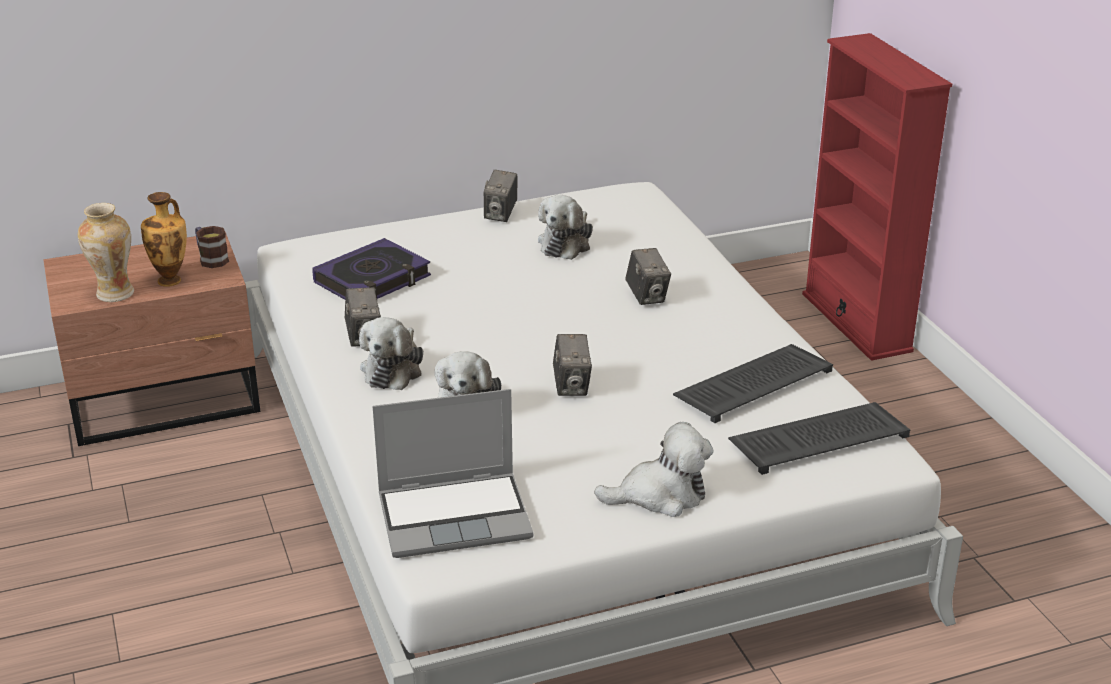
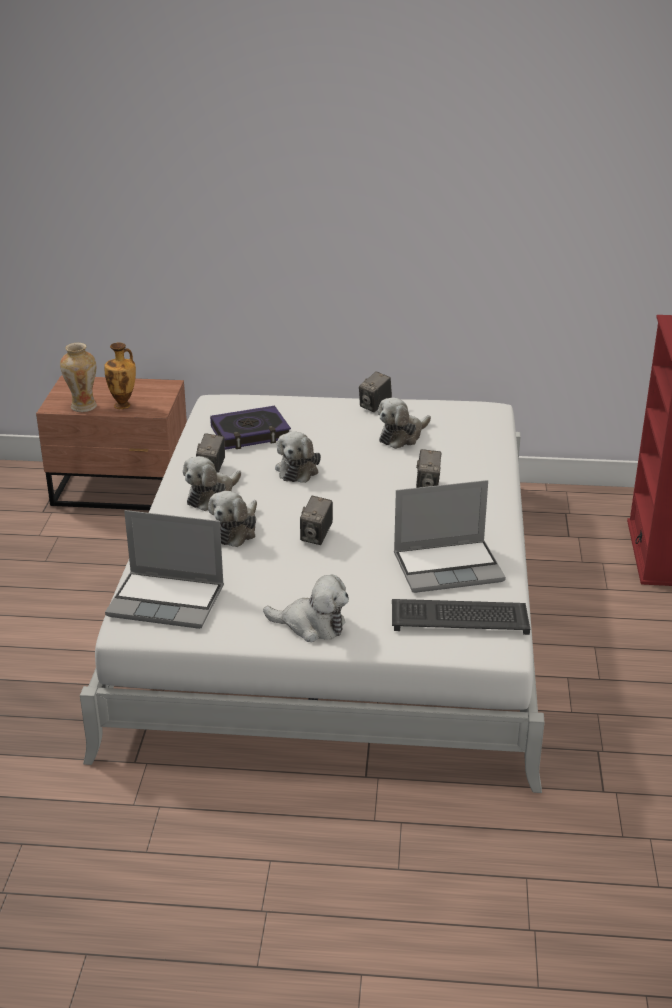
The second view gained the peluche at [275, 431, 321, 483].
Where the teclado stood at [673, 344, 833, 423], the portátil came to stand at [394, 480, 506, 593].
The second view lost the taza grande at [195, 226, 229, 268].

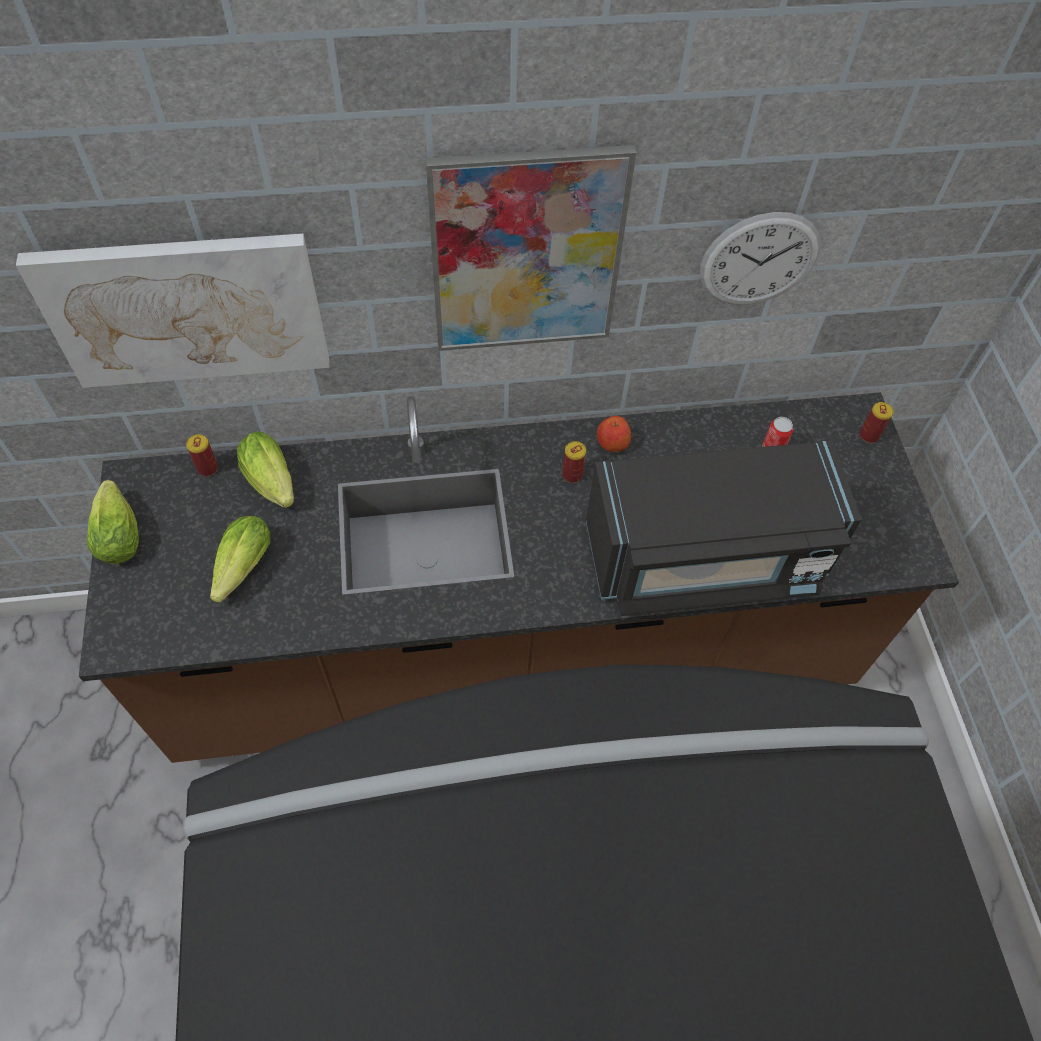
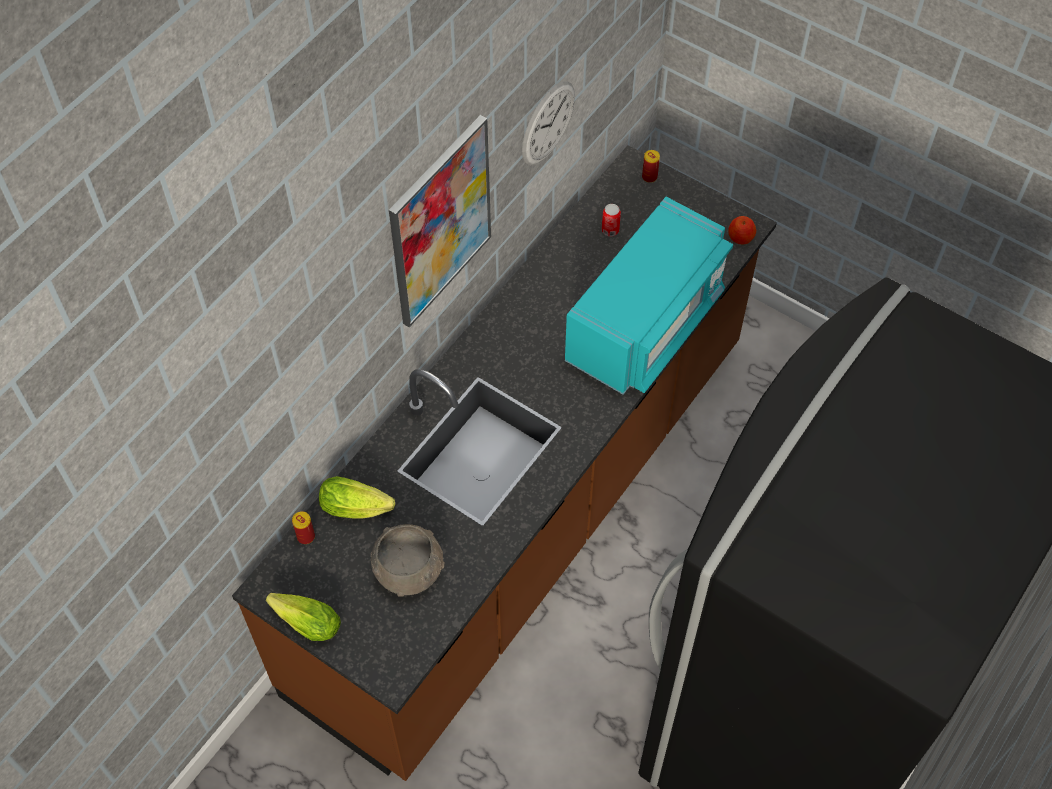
Where the lechuga stood at [210, 516, 270, 603], the cuenco (gris) came to stand at [371, 524, 445, 597].
What was the microondas (negro) at [586, 440, 861, 616] turned into the microondas (turquesa) at [565, 197, 733, 395].
The manzana ended up elsewhere, having gone from [597, 416, 631, 452] to [728, 216, 756, 245].
The second view lost the cuadro at [16, 234, 329, 388].
The second view lost the lata at [562, 441, 586, 483].

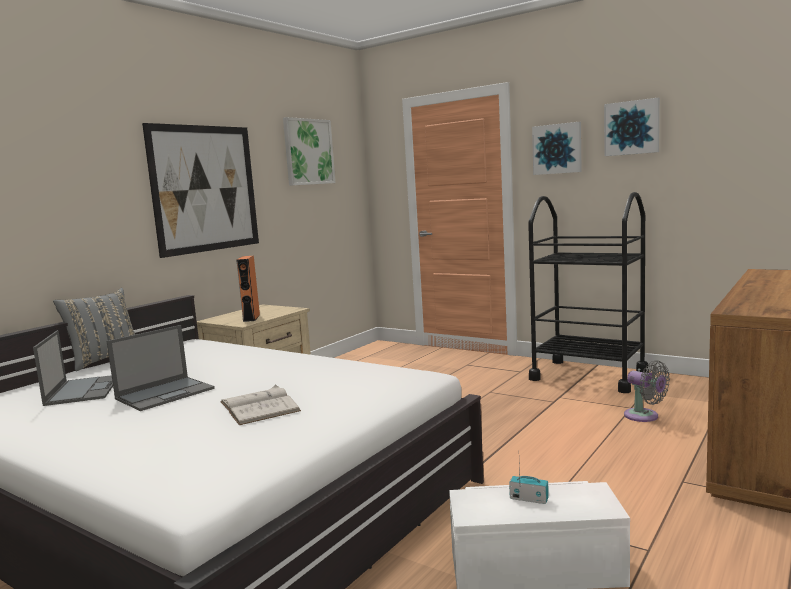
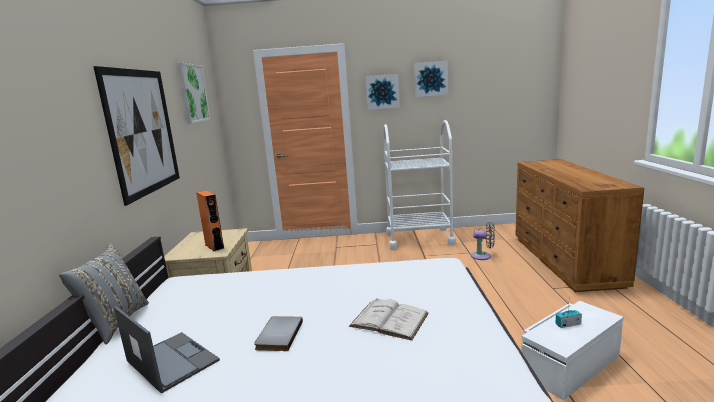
Where the portátil stood at [107, 325, 215, 411], the libro (gris) came to stand at [254, 316, 303, 351].
What was the carrito (negro) at [528, 192, 649, 393] turned into the carrito (blanco) at [383, 120, 456, 249].

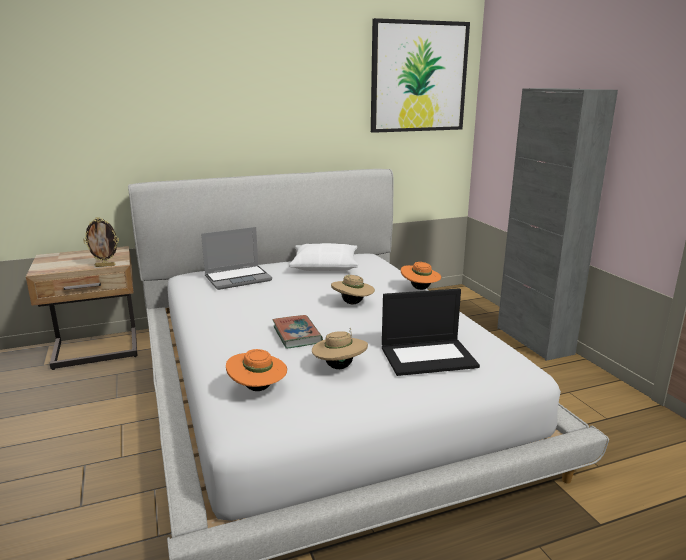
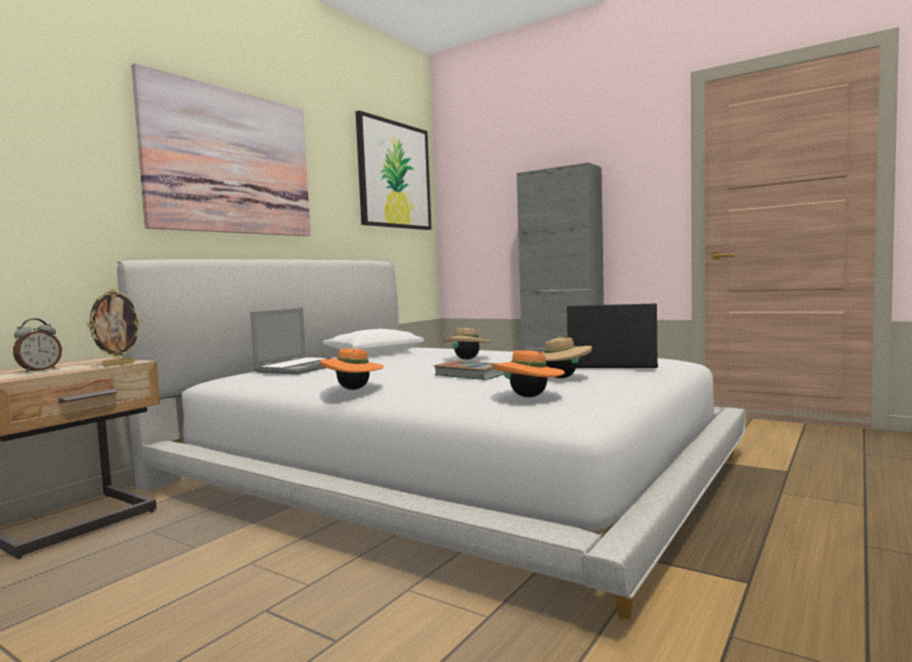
The second view gained the despertador at [13, 318, 62, 373].
The second view gained the cuadro at [131, 63, 311, 236].
The sombrero (naranja) ended up elsewhere, having gone from [401, 262, 441, 290] to [320, 348, 384, 390].
The portátil at [382, 288, 480, 376] ended up facing another way, 120 degrees counterclockwise from before.

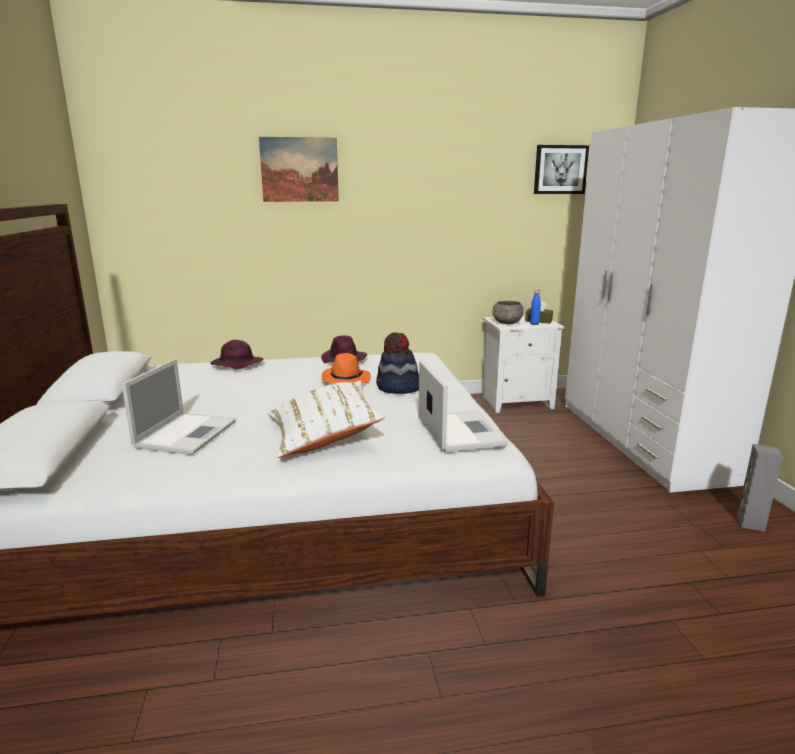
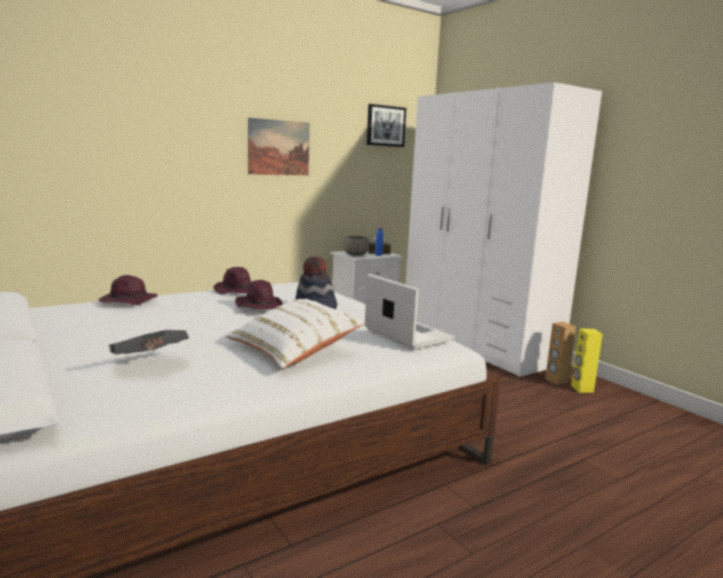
Where the portátil stood at [122, 359, 236, 455], the periódico came to stand at [108, 330, 189, 355].
What was the sombrero (naranja) at [322, 353, 371, 384] turned into the sombrero (morado) at [235, 280, 283, 309].
The cuadro ended up elsewhere, having gone from [259, 137, 339, 202] to [248, 118, 310, 176].
The second view gained the altavoz (marrón) at [545, 322, 576, 385].
What was the altavoz (gris) at [737, 444, 783, 532] turned into the altavoz (amarillo) at [571, 328, 603, 393].

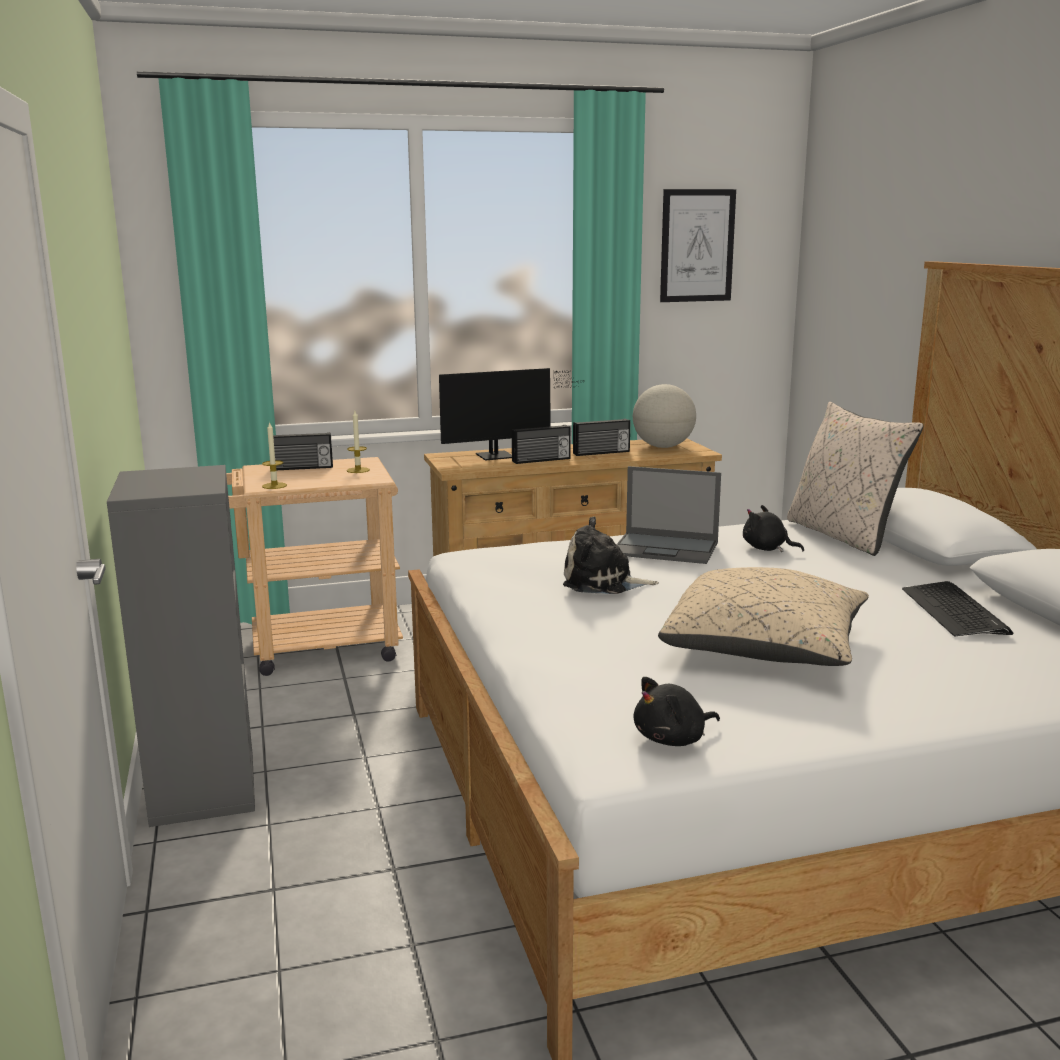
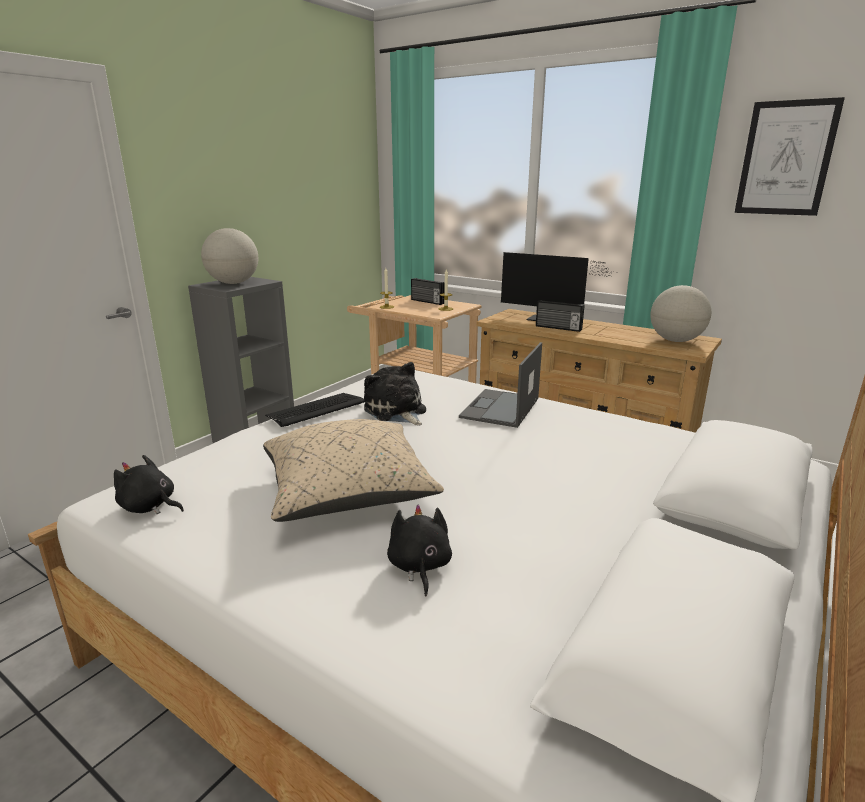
The second view gained the globo terráqueo at [201, 228, 258, 284].
The teclado ended up elsewhere, having gone from [902, 581, 1013, 636] to [265, 393, 365, 427].
The peluche (negro) ended up elsewhere, having gone from [743, 505, 804, 552] to [387, 504, 452, 596].
The portátil at [617, 466, 721, 564] ended up facing another way, 45 degrees clockwise from before.
The second view lost the radio at [573, 419, 630, 456].
The second view lost the cojín (beis) at [787, 402, 923, 556].

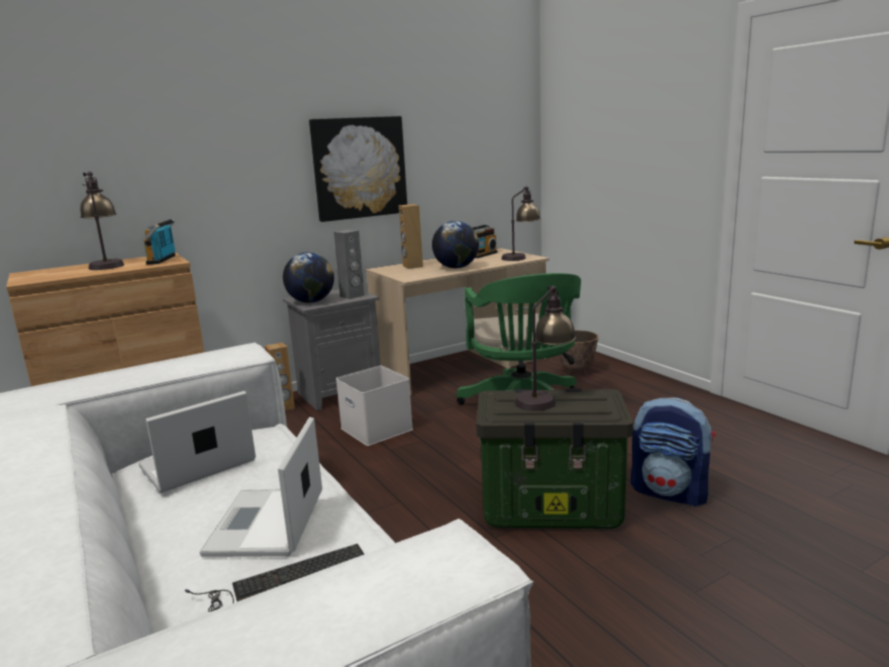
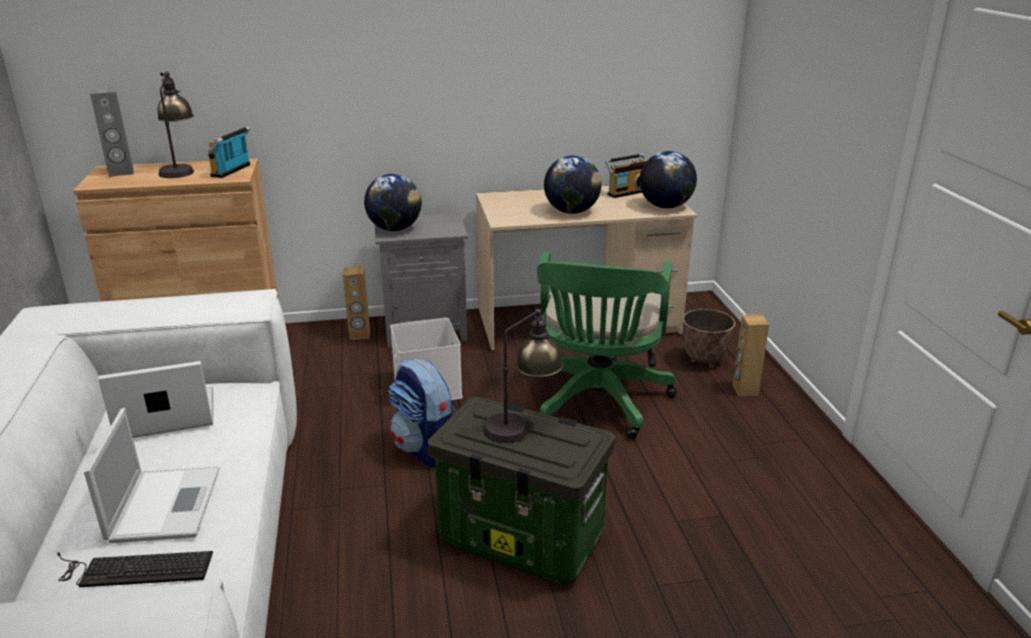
The portátil at [199, 417, 322, 557] ended up facing another way, 150 degrees clockwise from before.
The altavoz (gris) ended up elsewhere, having gone from [334, 230, 364, 299] to [90, 88, 134, 177].
The mochila ended up elsewhere, having gone from [631, 397, 716, 507] to [388, 359, 458, 468].
Where the lámpara de mesa stood at [501, 186, 541, 261], the globo terráqueo came to stand at [639, 151, 697, 208].
The altavoz (marrón) ended up elsewhere, having gone from [399, 204, 423, 269] to [732, 314, 769, 396].
The second view lost the cuadro at [309, 116, 407, 222].

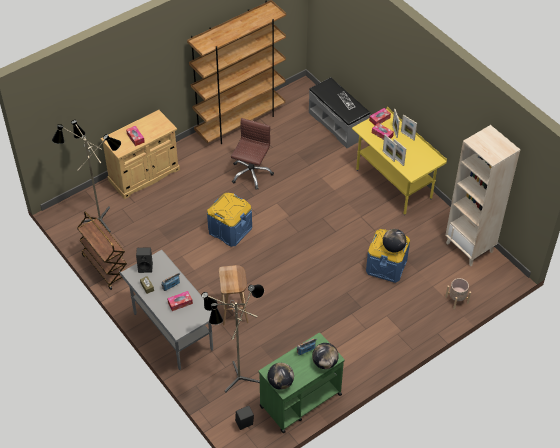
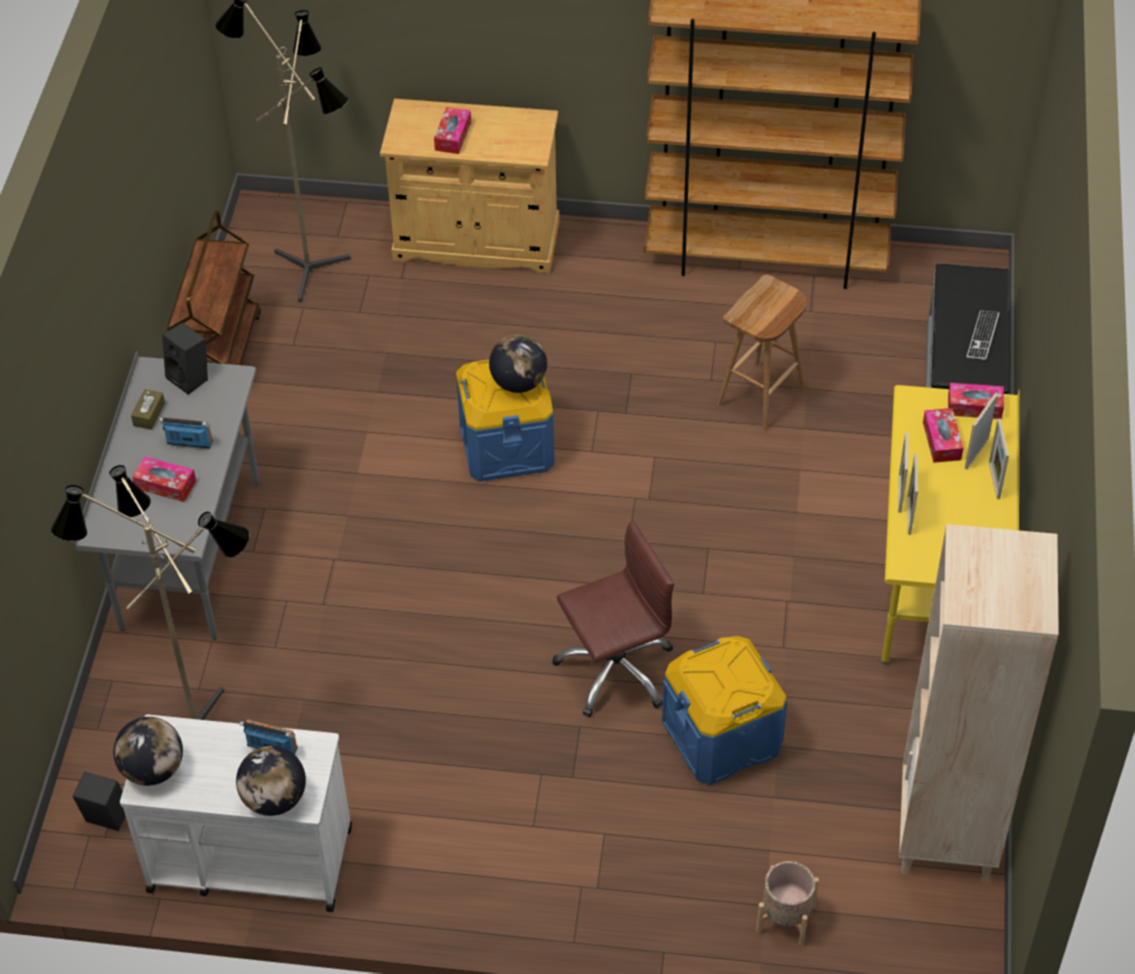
What was the carrito (verde) at [259, 333, 345, 433] turned into the carrito (blanco) at [120, 714, 352, 912].
The globo terráqueo ended up elsewhere, having gone from [383, 229, 406, 253] to [489, 334, 547, 393].
The silla de oficina (marrón) ended up elsewhere, having gone from [231, 118, 274, 189] to [552, 520, 674, 717].
The taburete (marrón) ended up elsewhere, having gone from [219, 265, 249, 326] to [717, 274, 807, 431].

